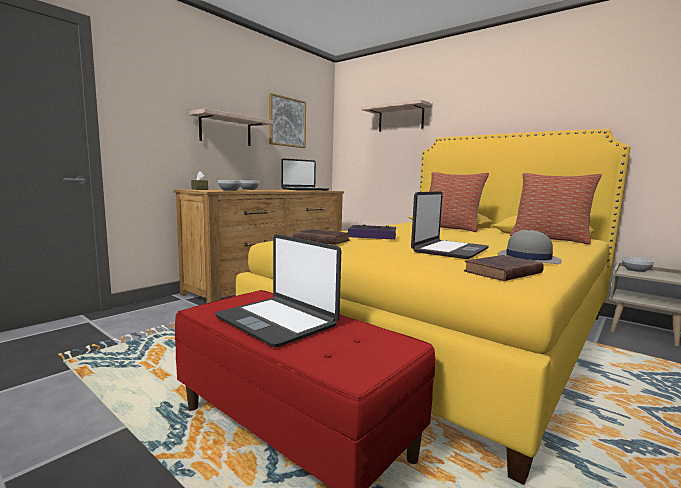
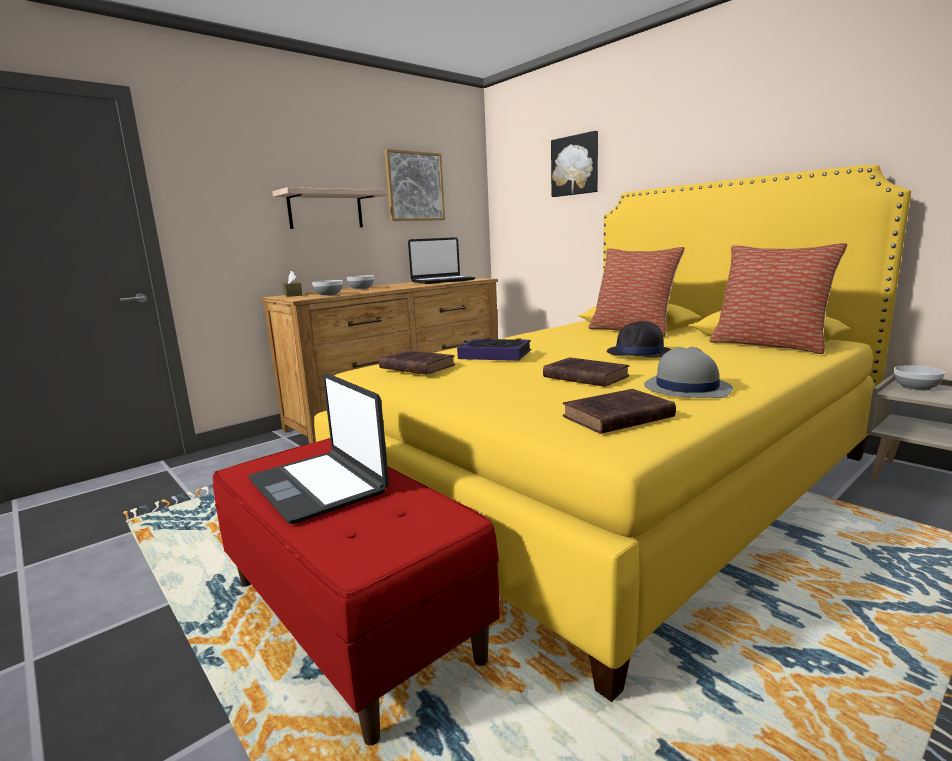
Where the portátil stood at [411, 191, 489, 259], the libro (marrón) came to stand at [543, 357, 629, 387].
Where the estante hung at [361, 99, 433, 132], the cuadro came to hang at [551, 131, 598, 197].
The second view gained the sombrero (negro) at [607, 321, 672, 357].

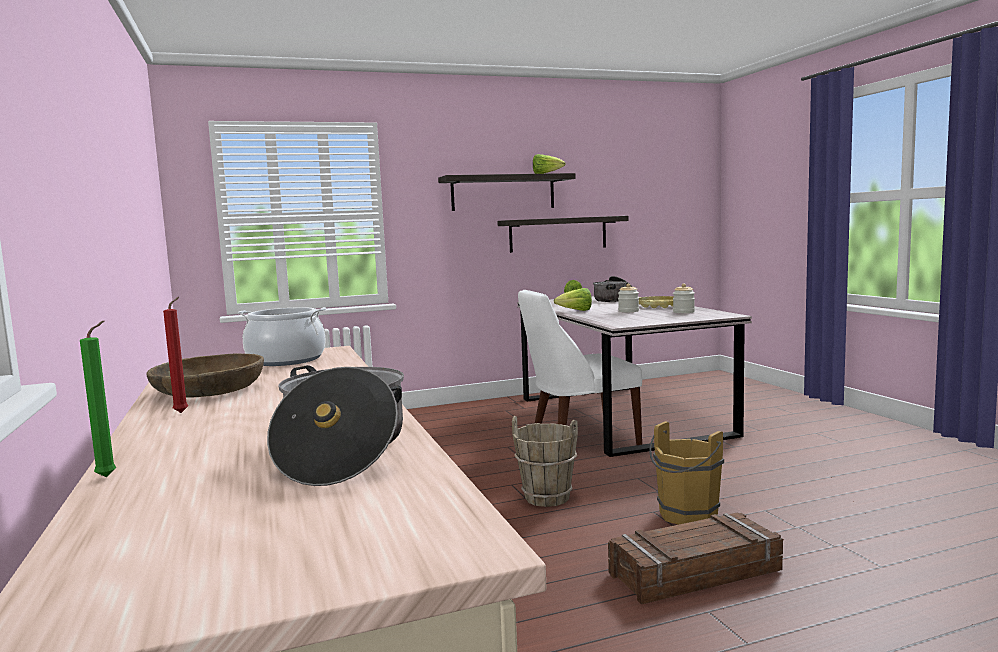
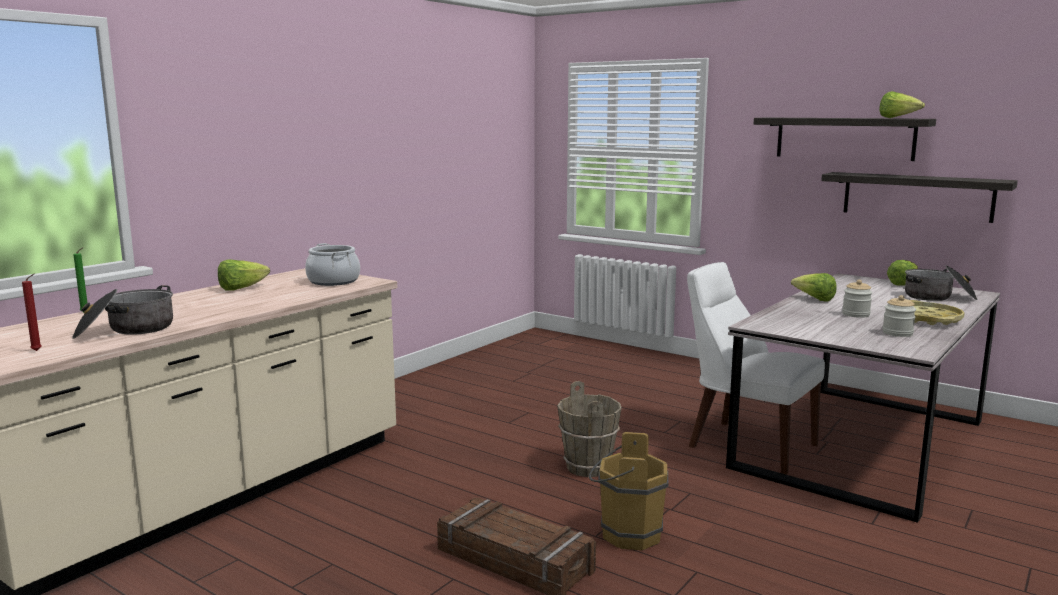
The vela (rojo) ended up elsewhere, having gone from [163, 297, 188, 413] to [22, 273, 42, 351].
Where the cuenco (marrón) stood at [146, 353, 264, 398], the lechuga came to stand at [218, 259, 270, 291].

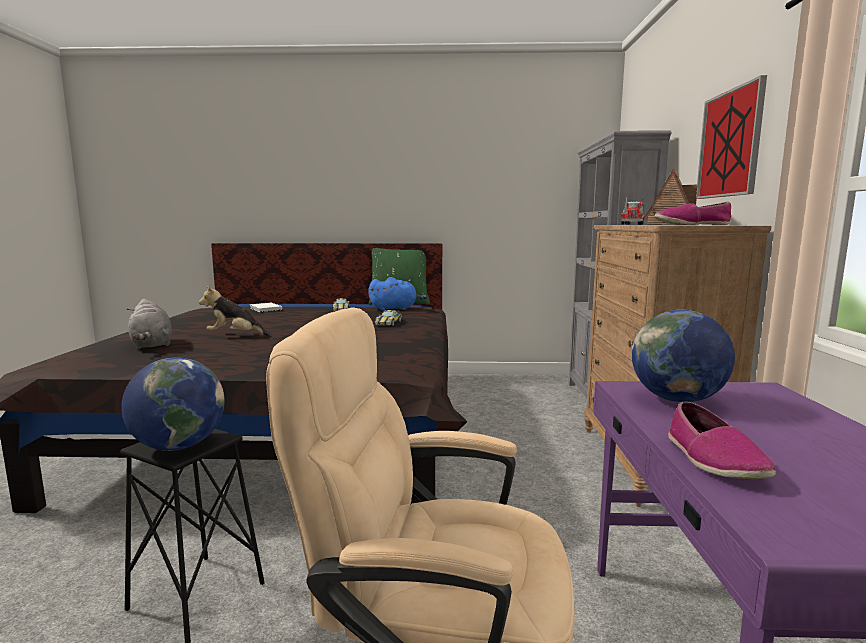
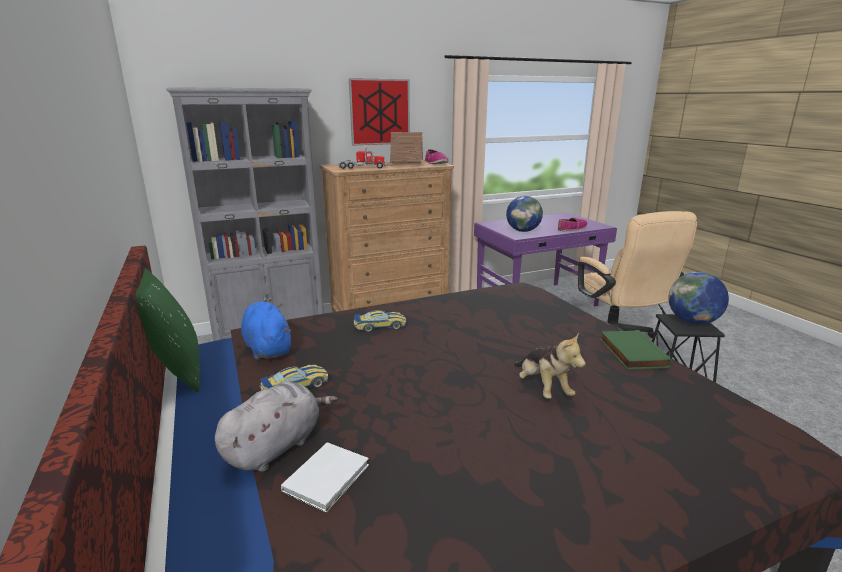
The peluche (gris) ended up elsewhere, having gone from [127, 299, 172, 349] to [215, 382, 337, 472].
The second view gained the libro (verde) at [600, 330, 671, 370].

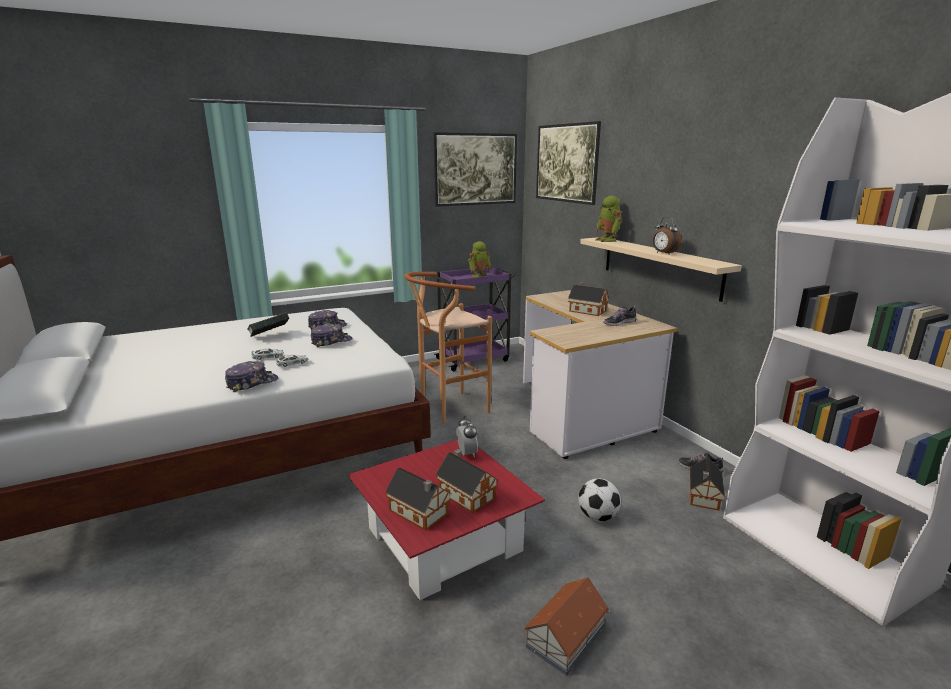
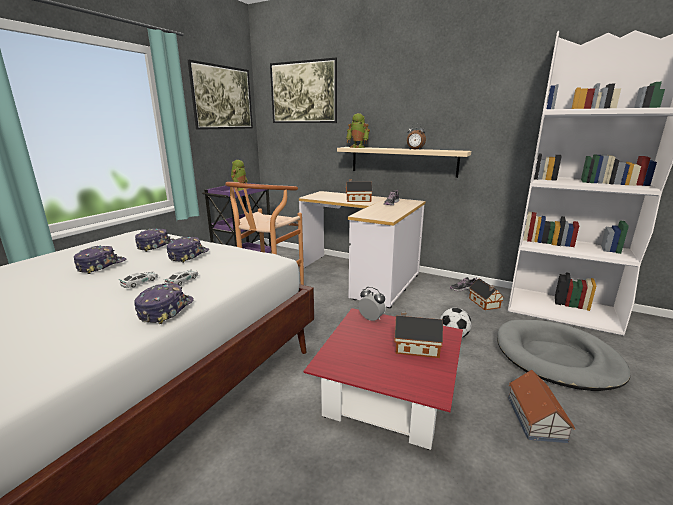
Where the libro stood at [247, 313, 289, 337], the gorra came to stand at [74, 246, 126, 274].
The second view gained the cama para perro (gris) at [497, 320, 630, 391].
The second view lost the casita at [385, 467, 451, 531].

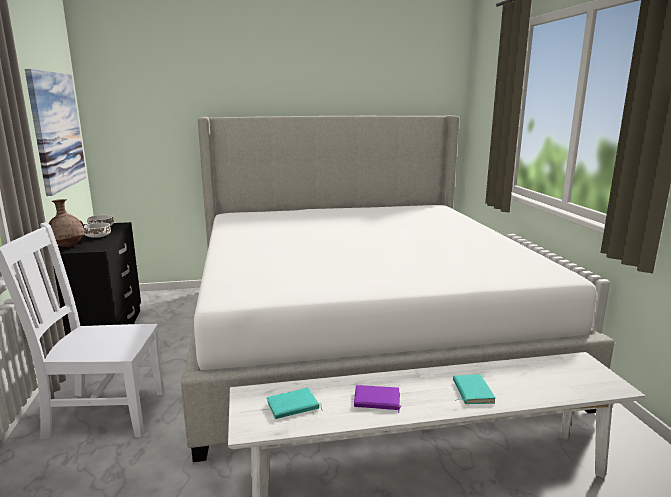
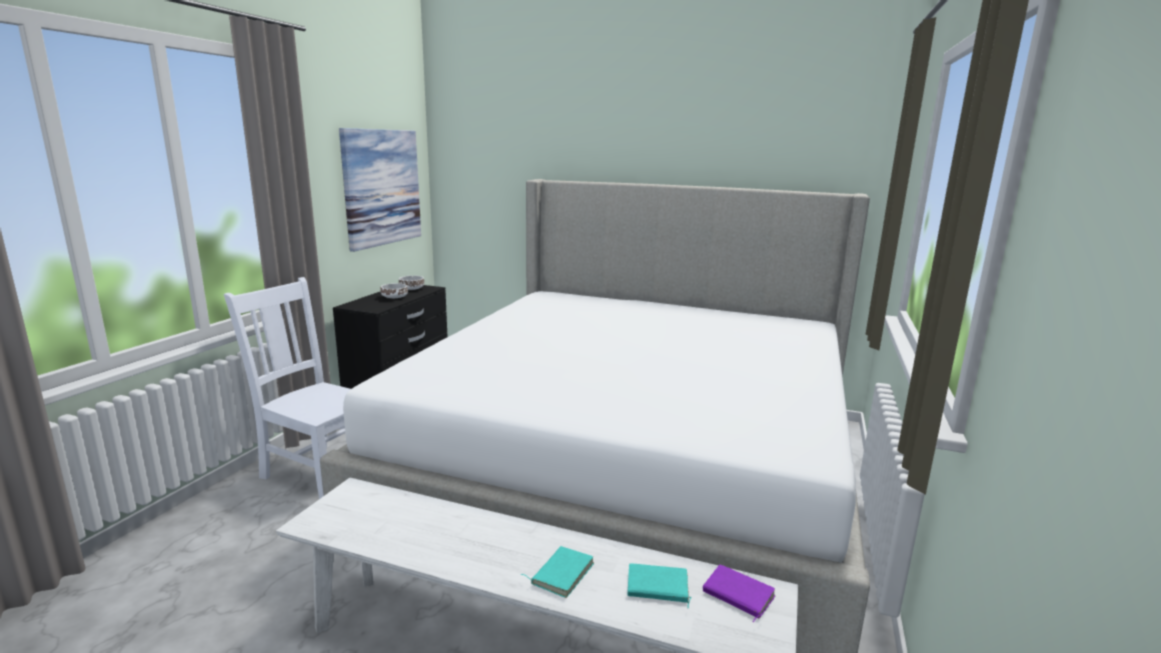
The libro (turquesa) ended up elsewhere, having gone from [267, 388, 323, 419] to [627, 564, 691, 609].
The libro (morado) ended up elsewhere, having gone from [354, 385, 401, 413] to [703, 565, 776, 623].
The second view lost the florero (marrón) at [49, 199, 85, 247].

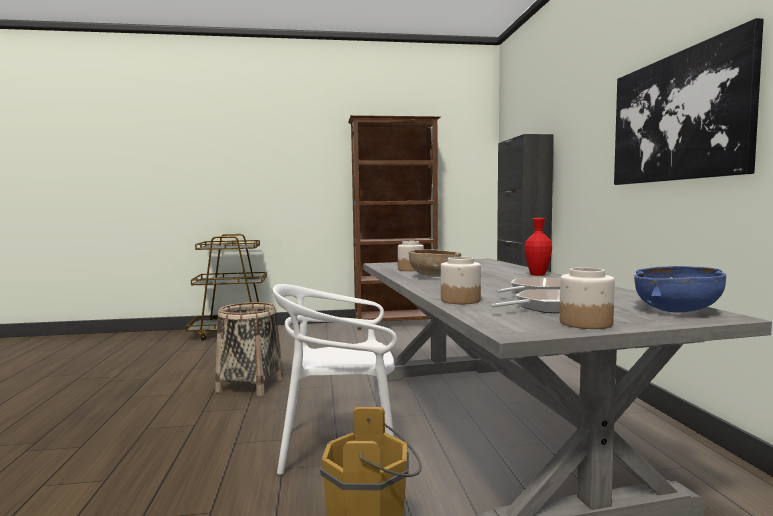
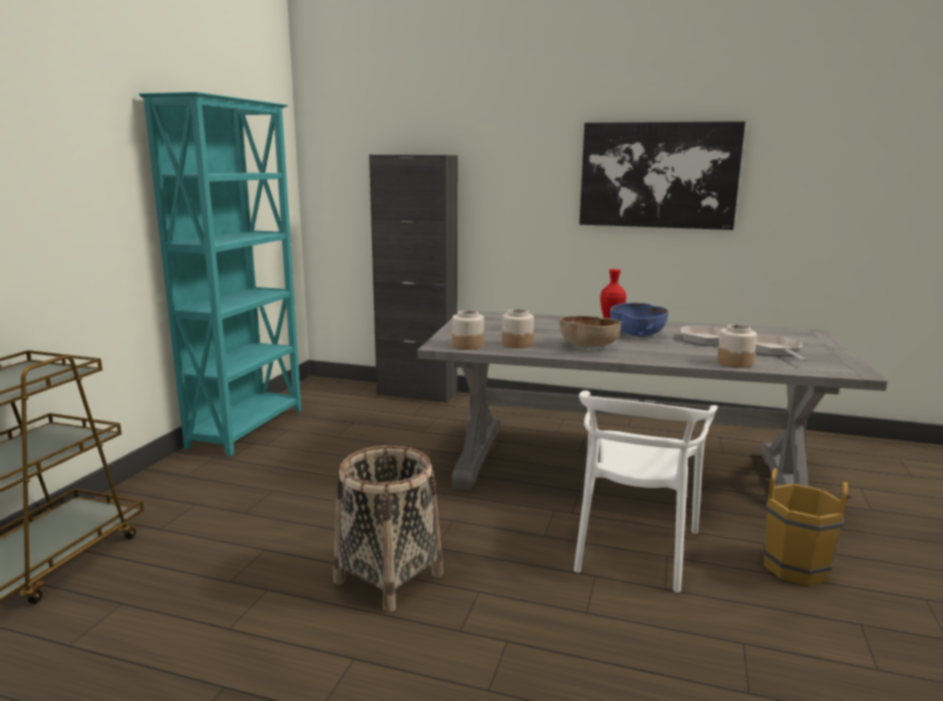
What was the estantería (marrón) at [348, 115, 441, 330] turned into the estantería (turquesa) at [139, 92, 301, 456].
The tarro ended up elsewhere, having gone from [560, 268, 615, 329] to [452, 310, 484, 350].
The cuenco (azul) ended up elsewhere, having gone from [634, 266, 726, 312] to [610, 303, 668, 337].

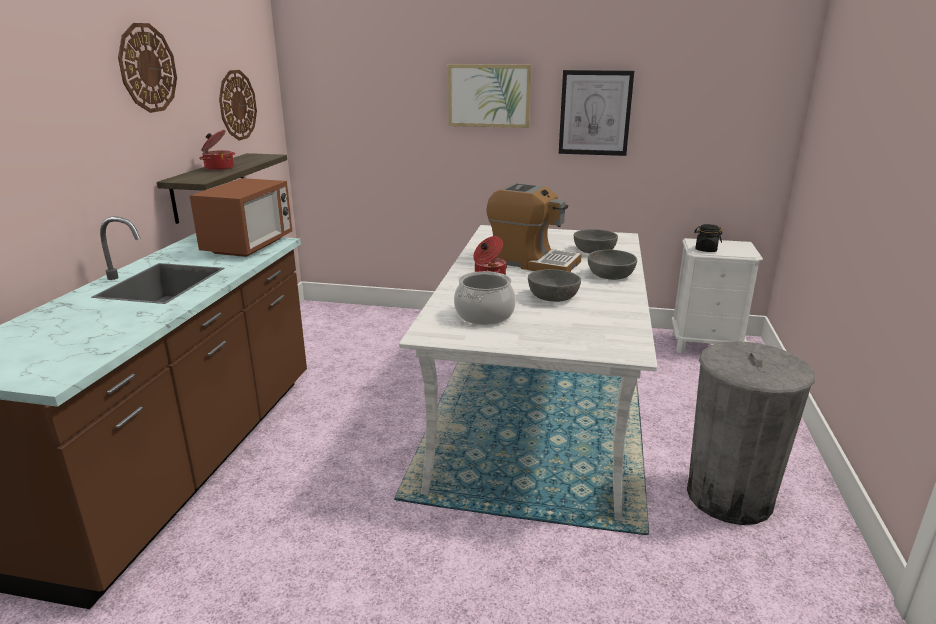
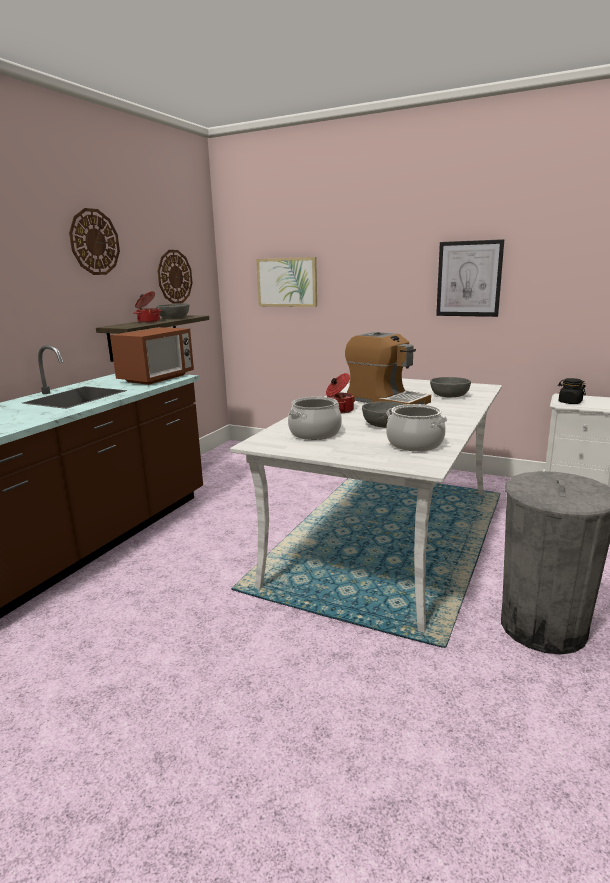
The cuenco (gris) ended up elsewhere, having gone from [588, 250, 637, 280] to [156, 303, 189, 319].
The cuadro ended up elsewhere, having gone from [448, 64, 532, 128] to [256, 257, 317, 307].
The second view gained the olla at [386, 404, 448, 451].

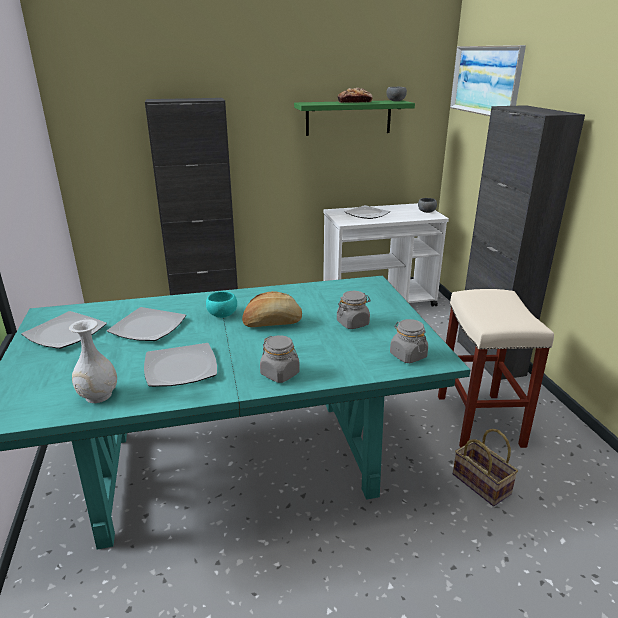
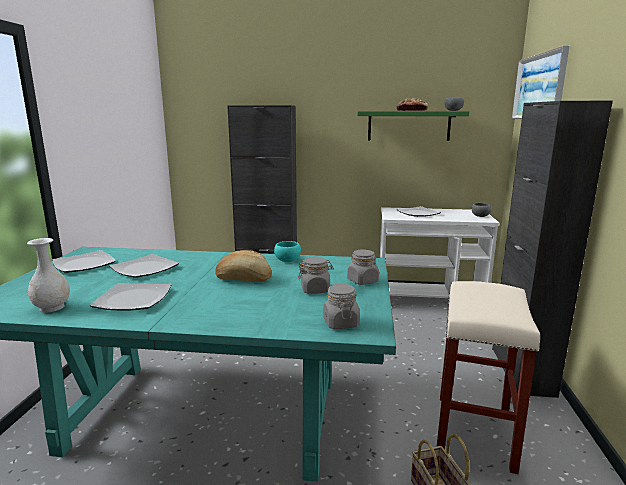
The cuenco (turquesa) ended up elsewhere, having gone from [206, 291, 237, 318] to [274, 241, 301, 262].
The tarro (gris) ended up elsewhere, having gone from [260, 335, 300, 383] to [347, 249, 379, 285].

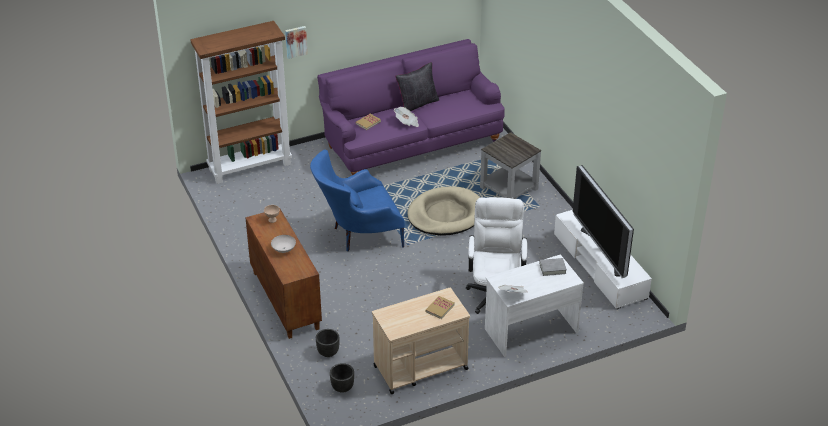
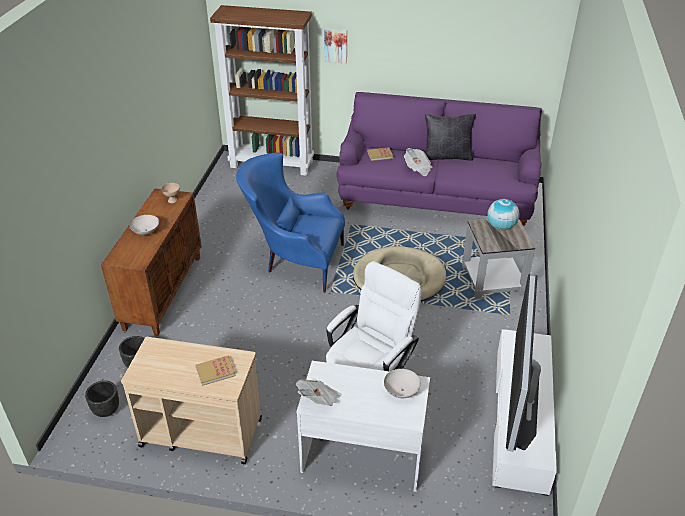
Where the libro (gris) stood at [539, 258, 567, 276], the cuenco (blanco) came to stand at [384, 369, 421, 398].
The second view gained the globo terráqueo at [487, 199, 520, 230].

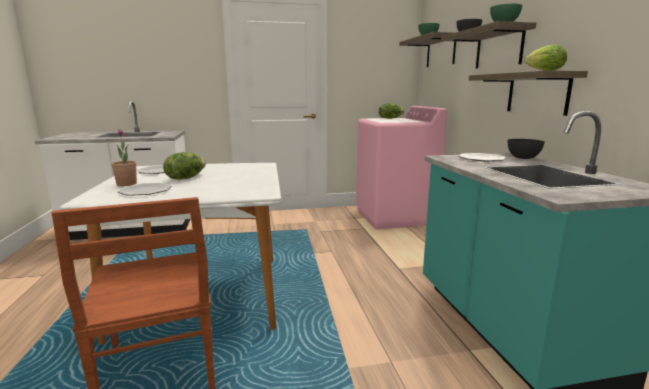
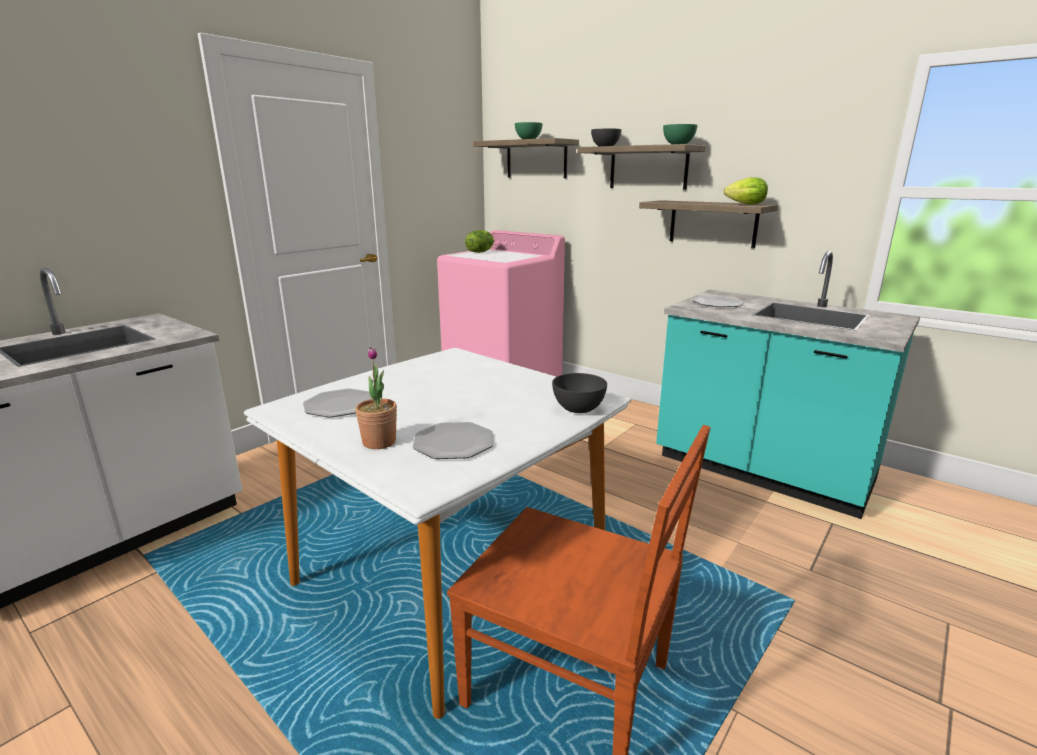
The cuenco (gris) ended up elsewhere, having gone from [508, 139, 545, 159] to [552, 373, 607, 413].
The second view lost the lechuga at [163, 152, 206, 180].

